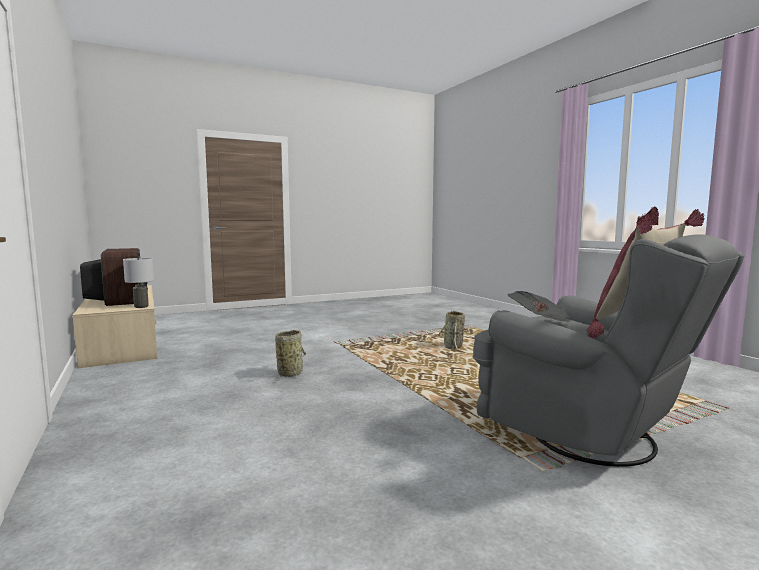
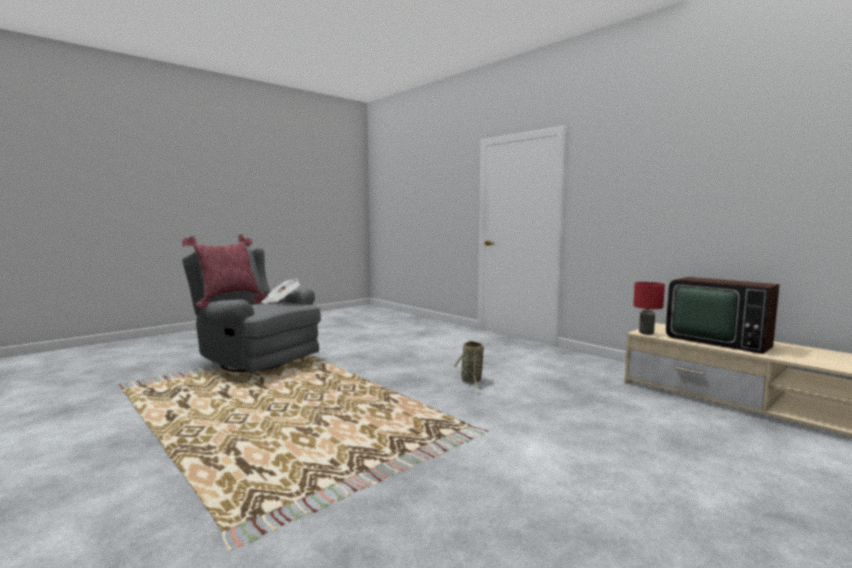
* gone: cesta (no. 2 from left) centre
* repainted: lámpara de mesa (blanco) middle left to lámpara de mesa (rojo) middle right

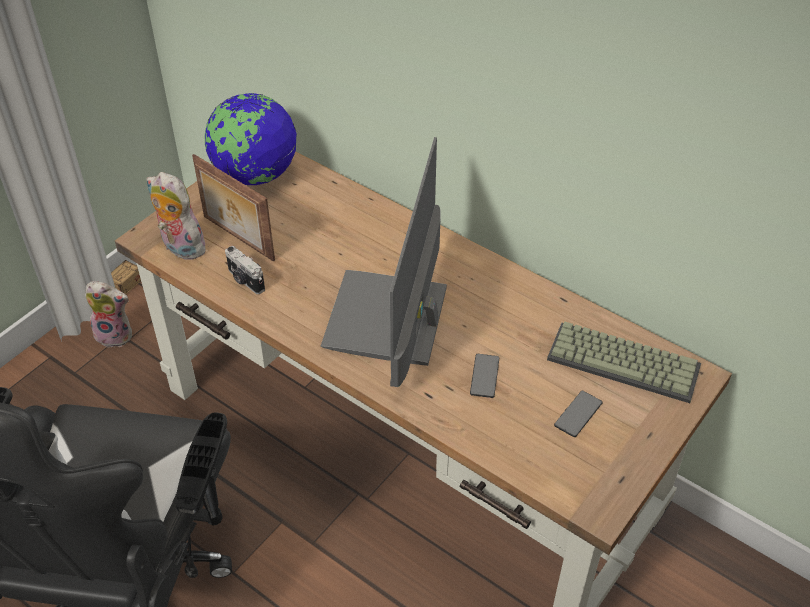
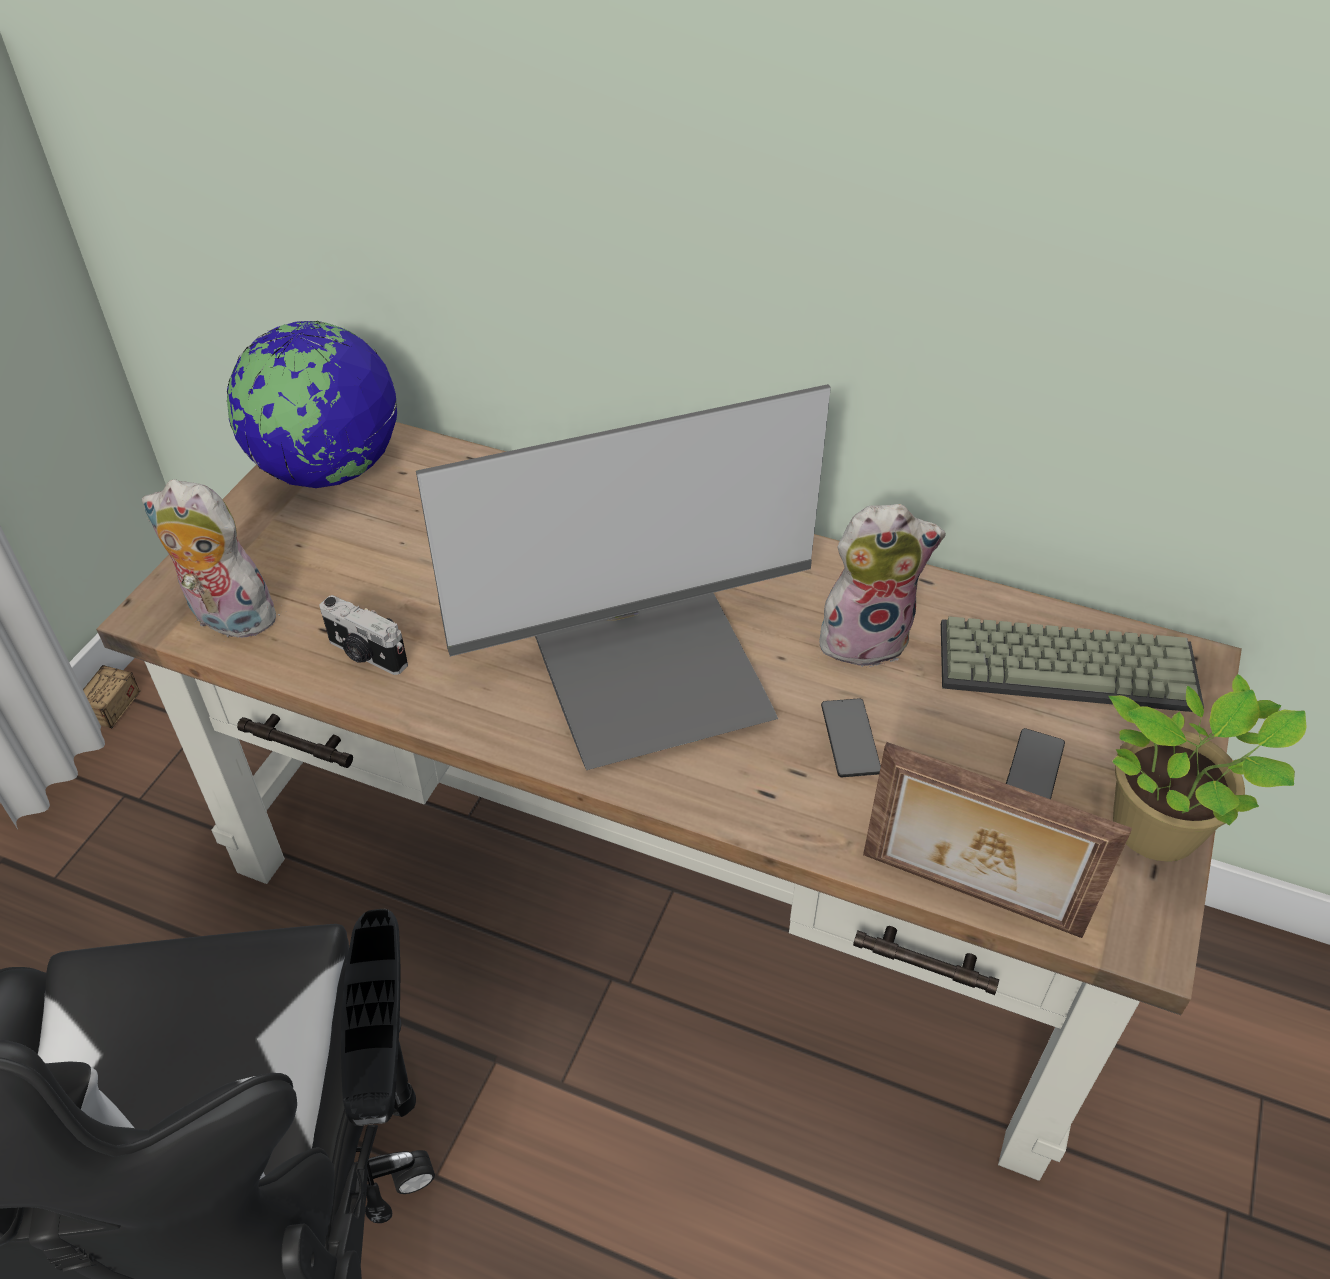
* new: planta en maceta middle right
* shifted: peluche (no. 1 from left in the first image) middle left to peluche (no. 2 from left) centre
* shifted: portarretratos middle left to middle right
* rotated: monitor centre = centre 105 degrees counterclockwise

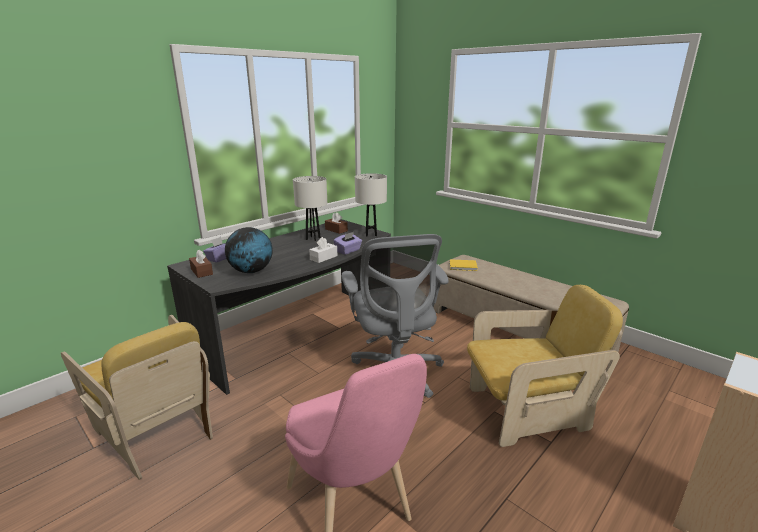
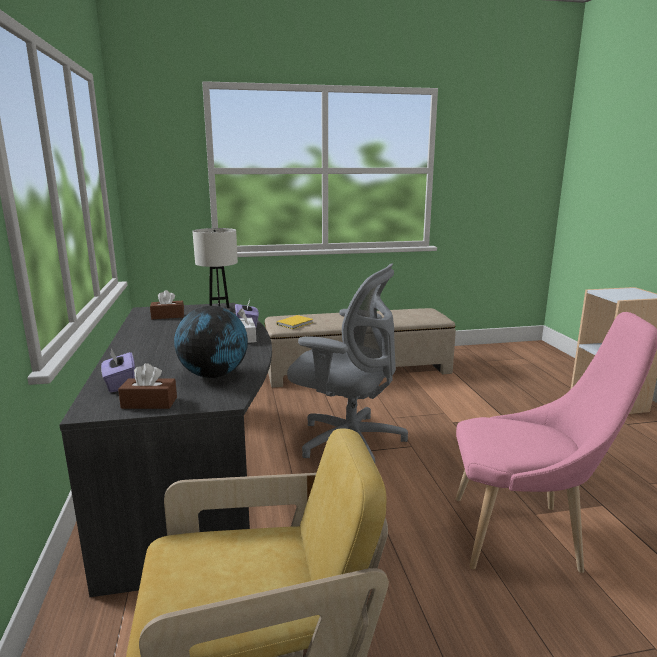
* gone: lámpara de mesa (blanco) (no. 1 from left) centre
* gone: sillón (amarillo) (no. 2 from left) bottom right

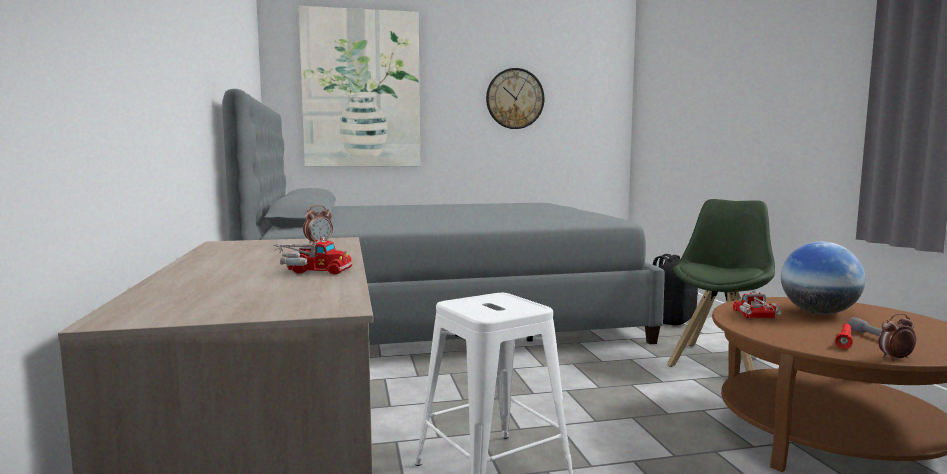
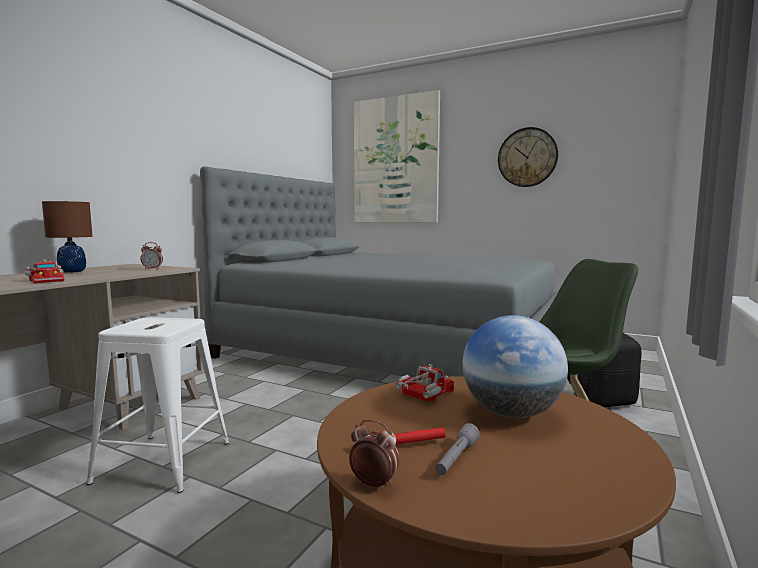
* new: lámpara de mesa (marrón) middle left

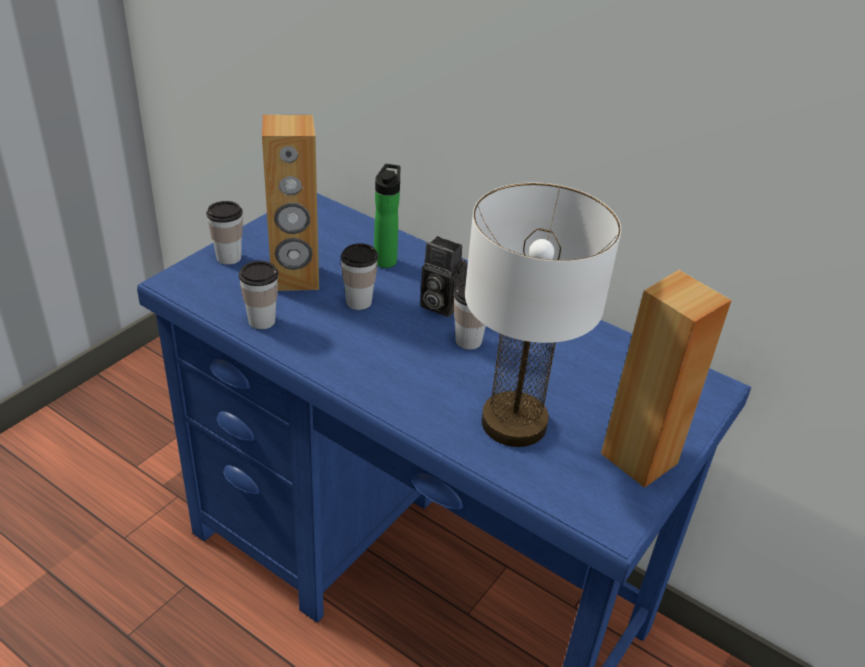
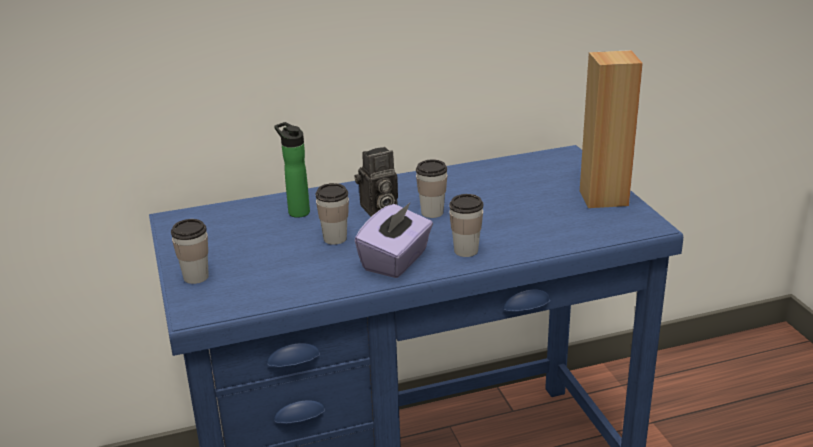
* gone: altavoz (marrón) (no. 1 from left) top centre
* gone: lámpara de mesa centre
* new: caja de pañuelos (morado) centre
* shifted: taza (no. 2 from left in the first image) middle left to taza (no. 4 from left) centre

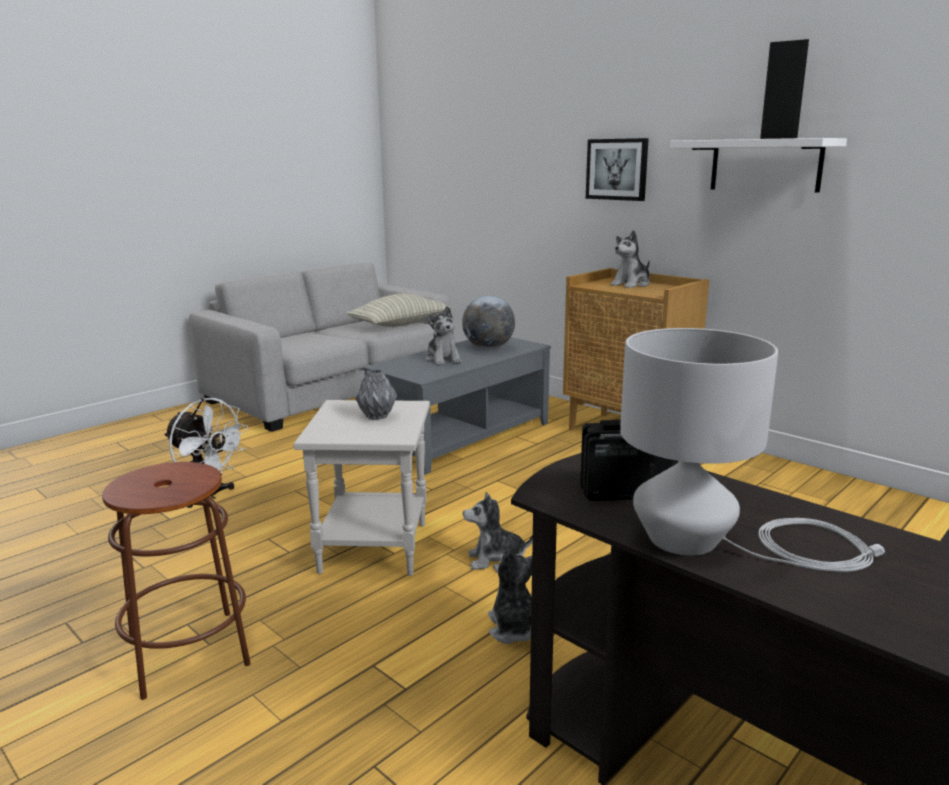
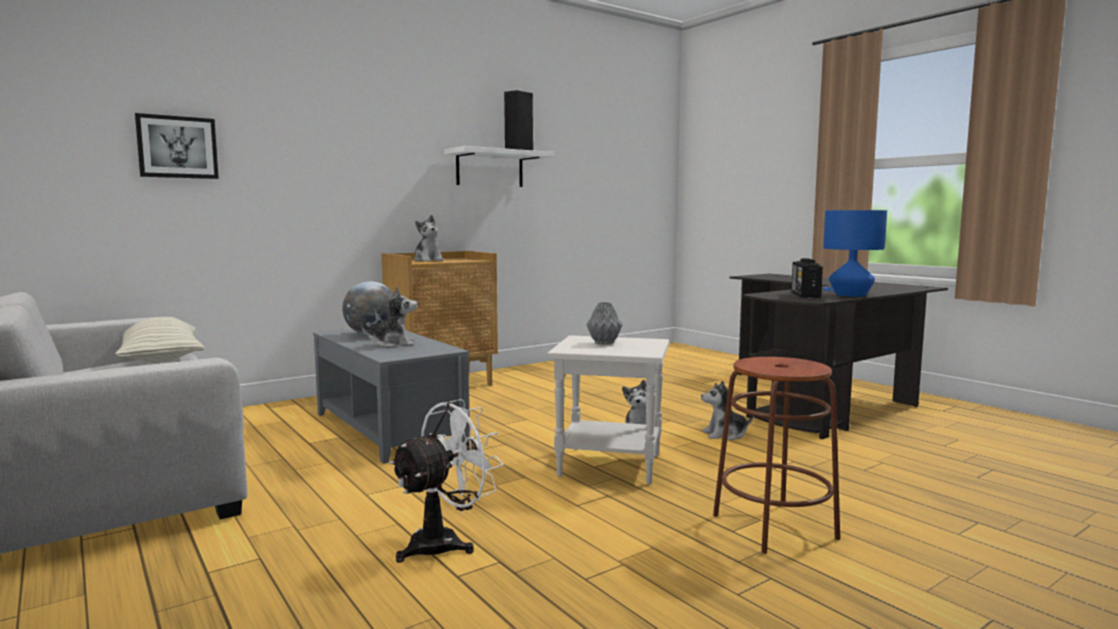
* shifted: cuadro top centre to top left
* repainted: lámpara de mesa (gris) middle right to lámpara de mesa (azul) middle right

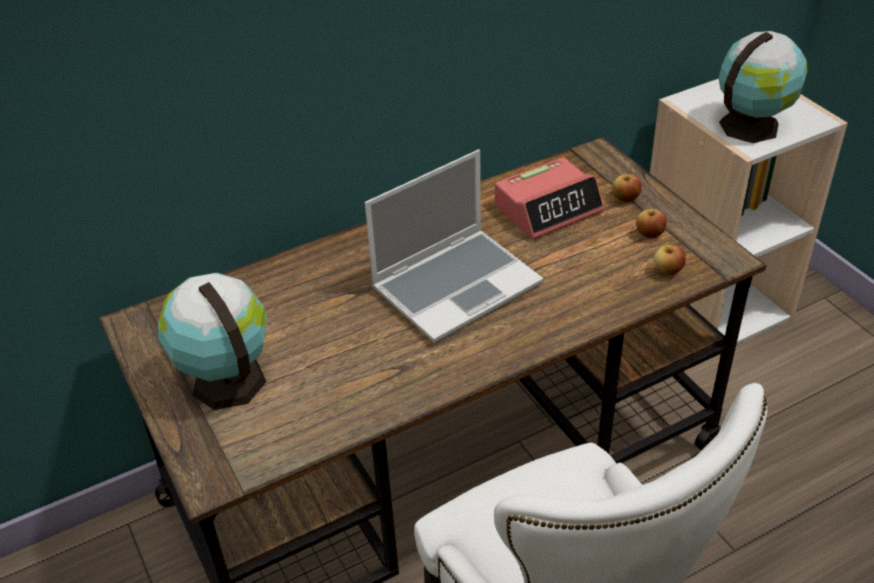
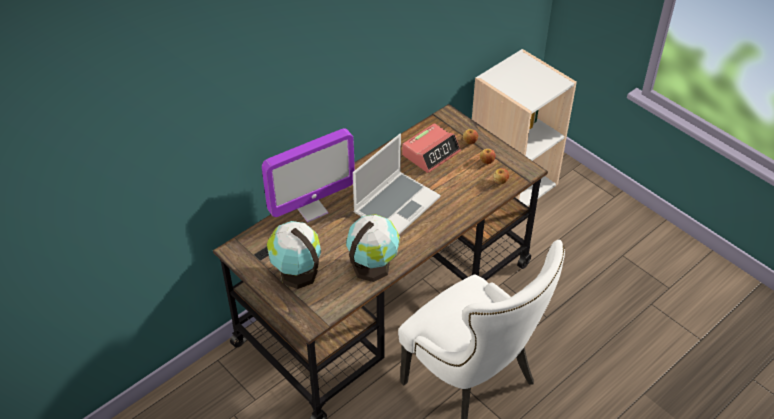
* new: monitor centre
* shifted: globo terráqueo (no. 2 from left) top right to centre

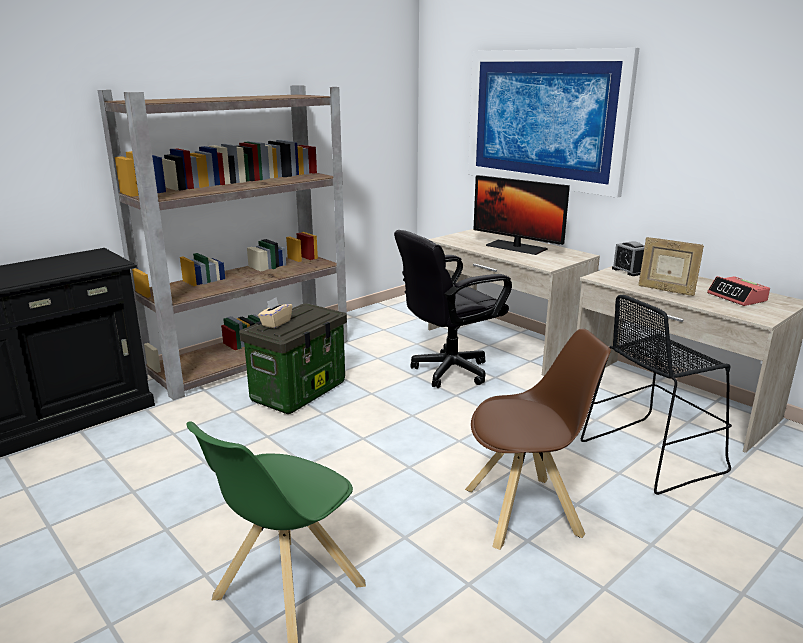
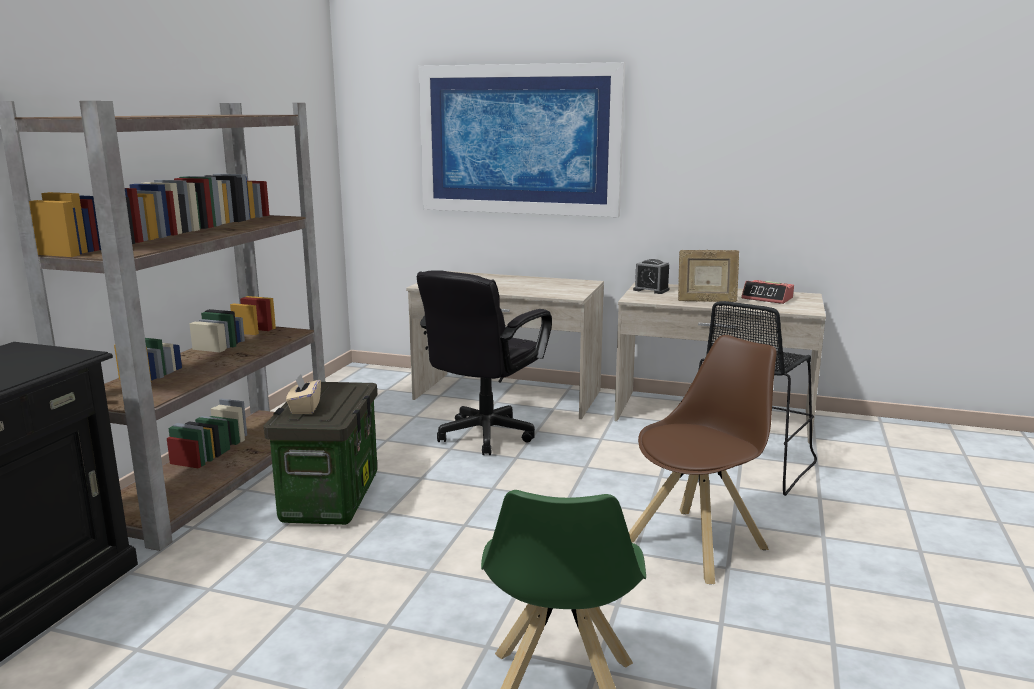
* gone: monitor centre

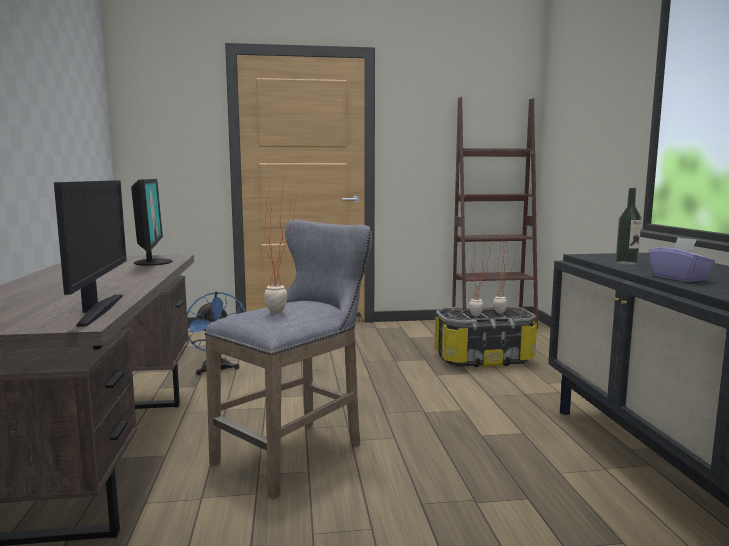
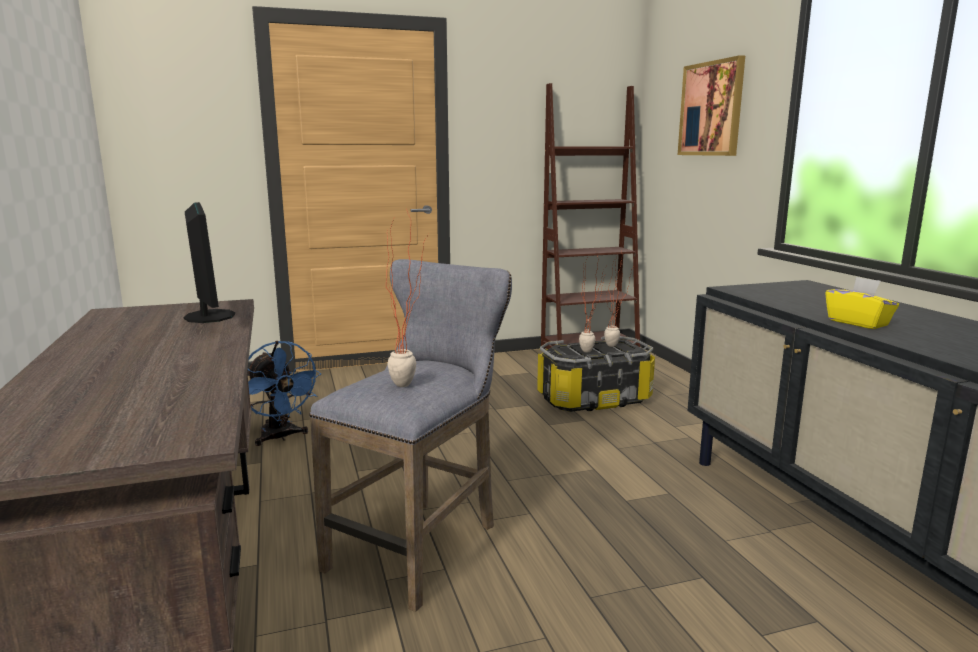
* gone: monitor (no. 1 from left) middle left
* gone: botella middle right
* new: cuadro top right
* repainted: caja de pañuelos (morado) middle right to caja de pañuelos (amarillo) middle right

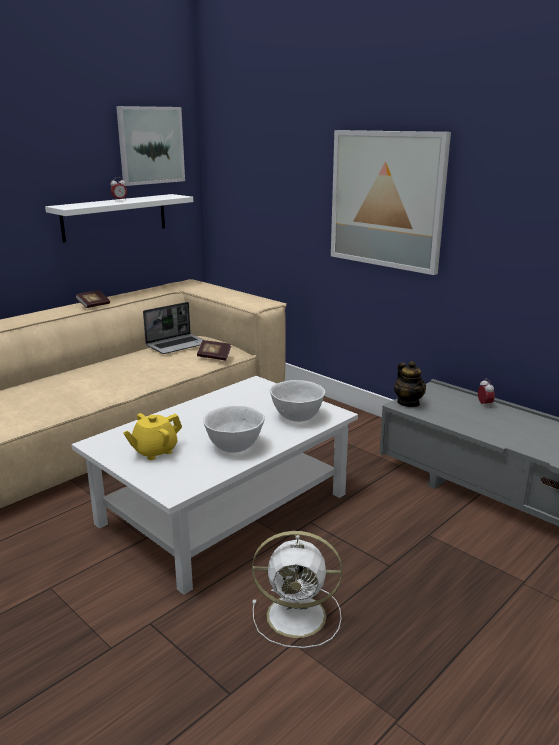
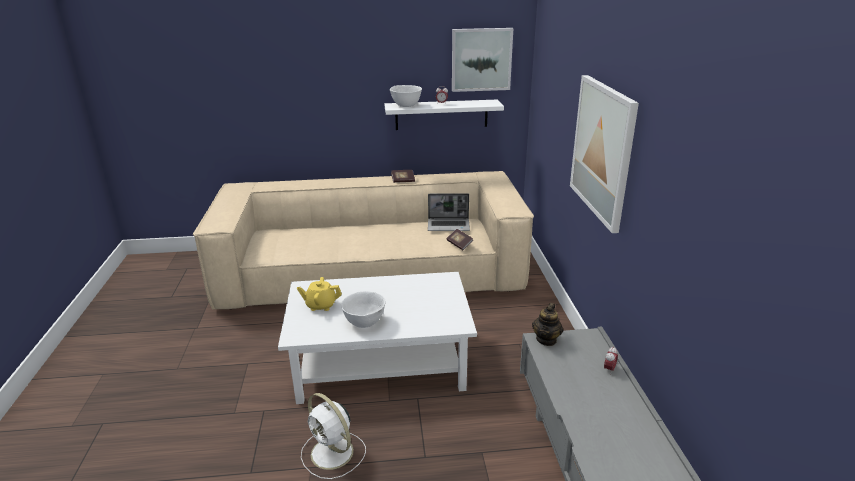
* shifted: cuenco (blanco) (no. 2 from left) centre to top centre

